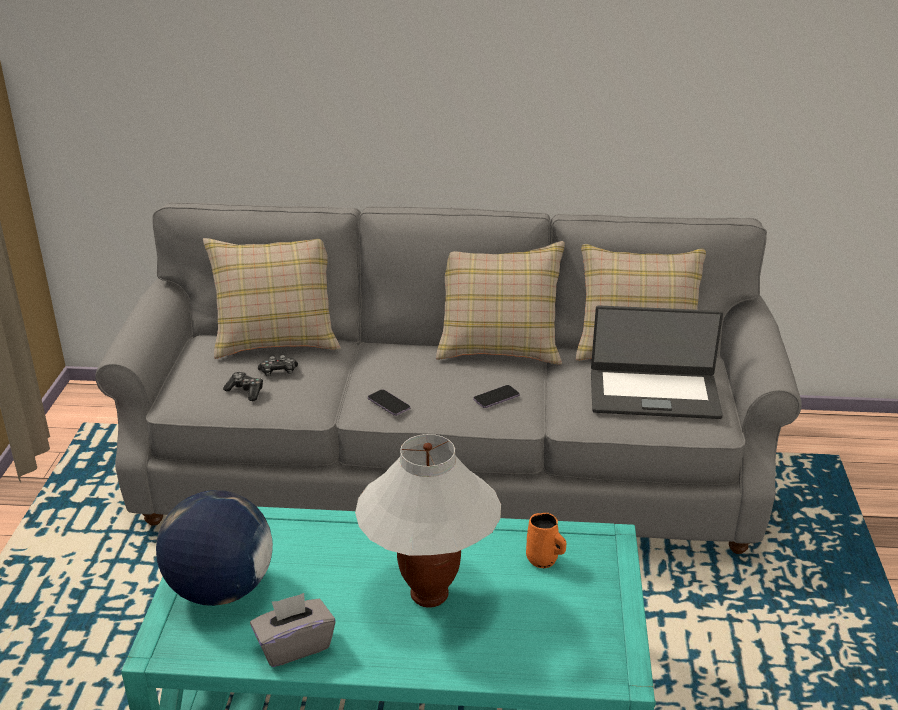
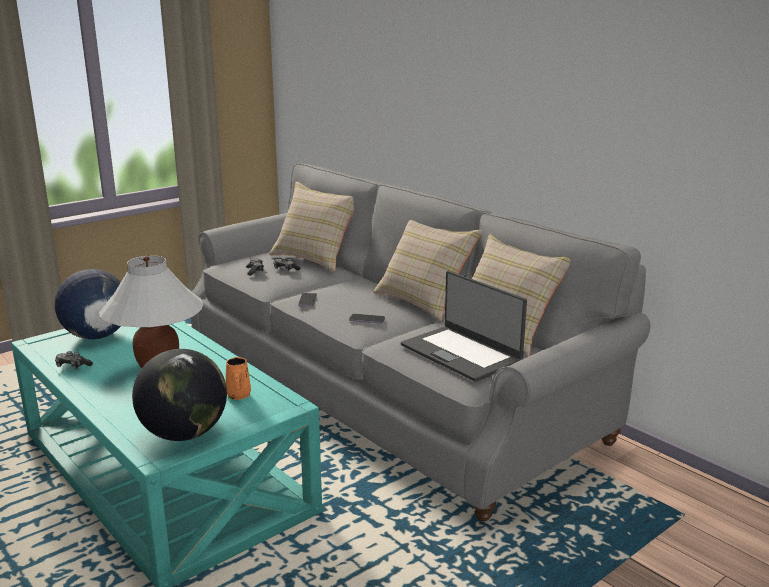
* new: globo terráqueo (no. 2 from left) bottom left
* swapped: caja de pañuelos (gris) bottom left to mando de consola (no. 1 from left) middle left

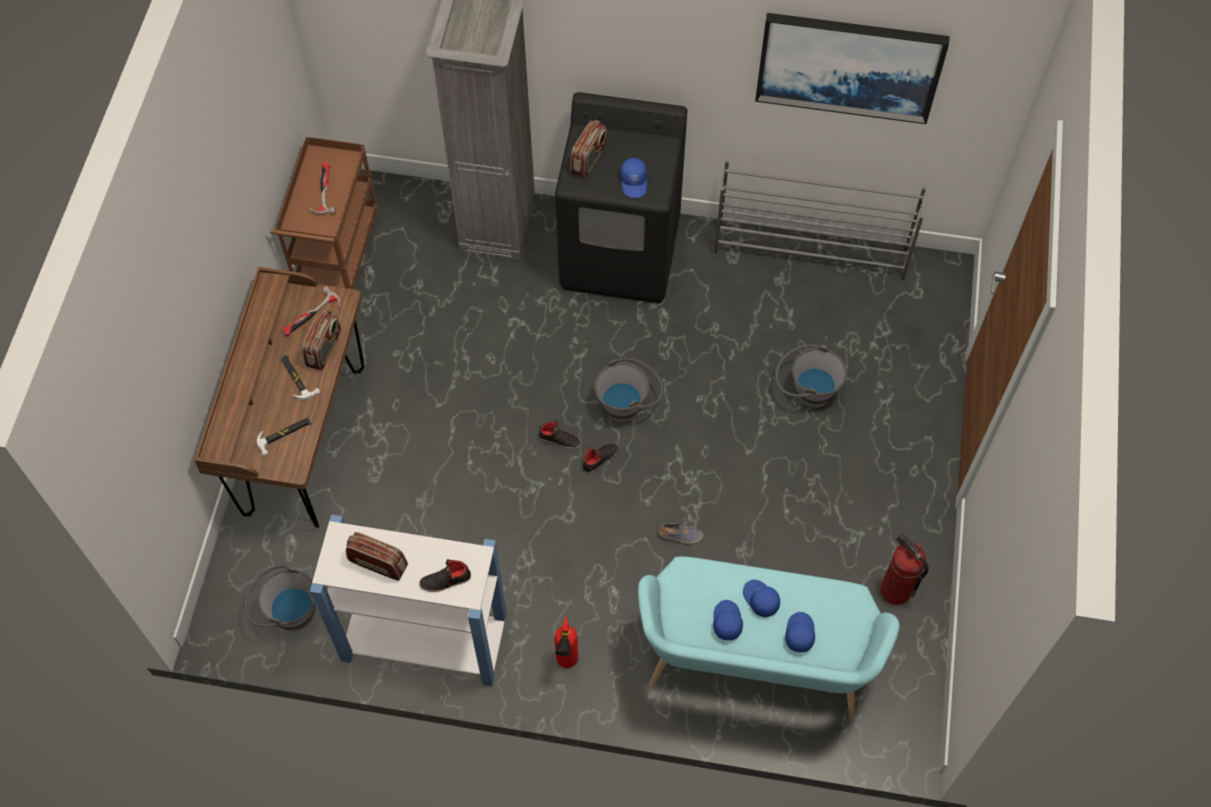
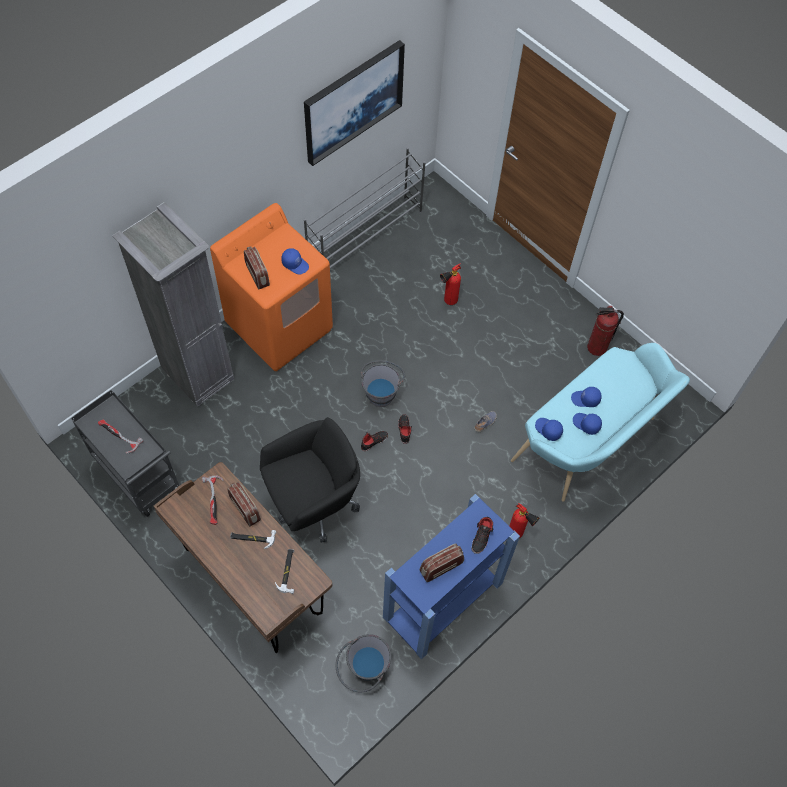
* new: silla de oficina (negro) centre
* shifted: gorra (azul) (no. 4 from left in the first image) bottom centre to gorra (azul) (no. 2 from left) middle right
* swapped: cubo (gris) (no. 3 from left) middle right to extintor (no. 1 from left) centre
* repainted: carrito (marrón) top left to carrito (gris) middle left
* repainted: estantería (blanco) bottom centre to estantería (azul) bottom centre
* repainted: lavadora (negro) top centre to lavadora (naranja) centre

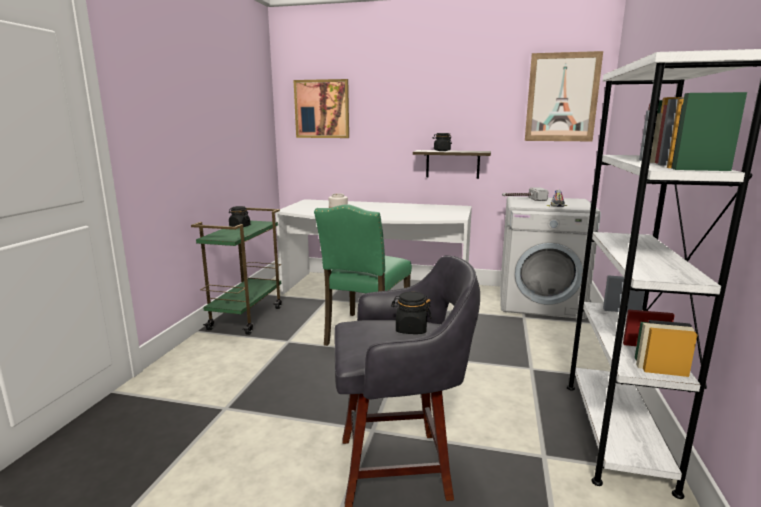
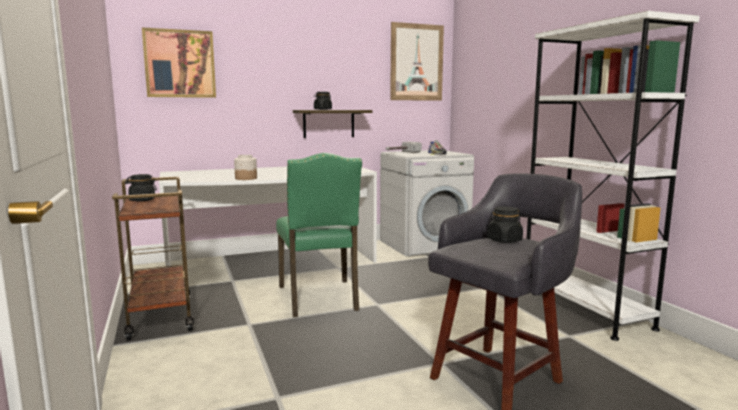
* repainted: carrito (verde) middle left to carrito (marrón) middle left

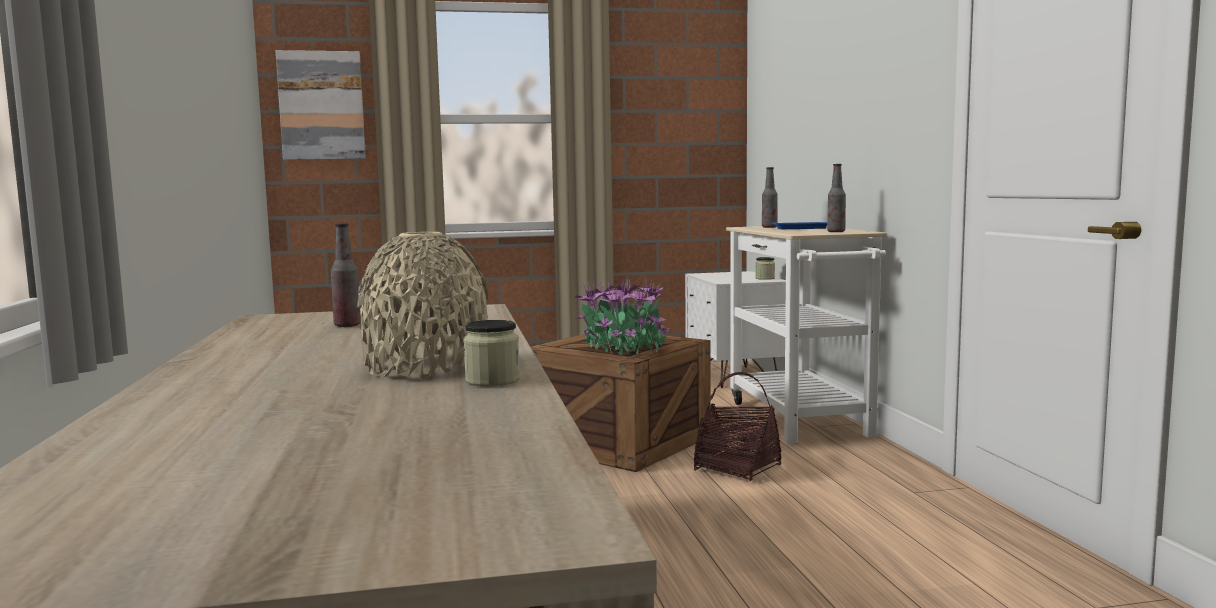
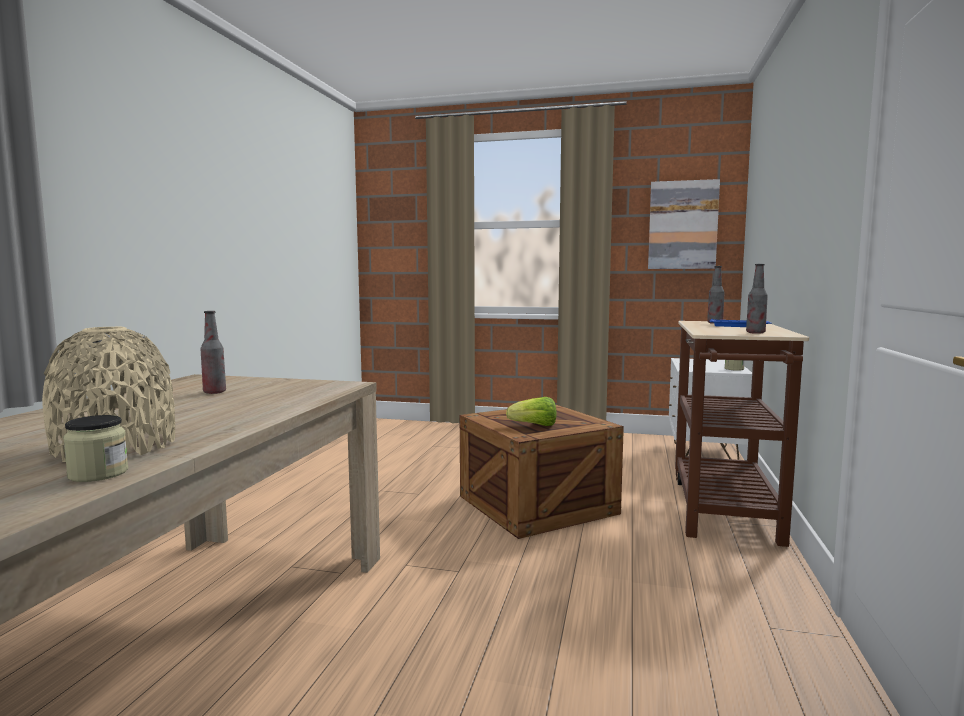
* gone: cesta bottom centre
* shifted: cuadro top left to top right
* swapped: planta en maceta centre to lechuga centre
* repainted: carrito (blanco) centre to carrito (marrón) middle right

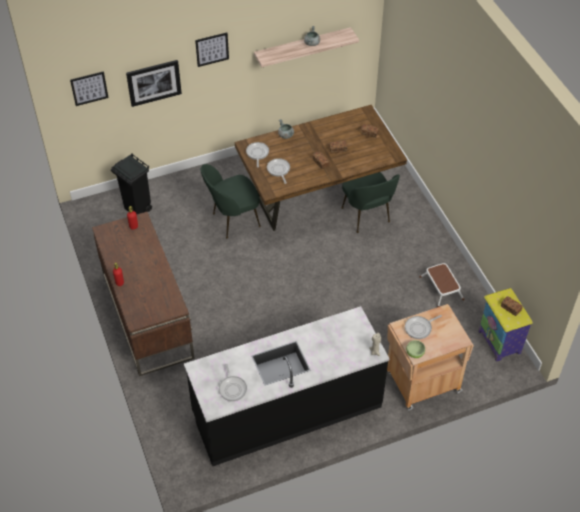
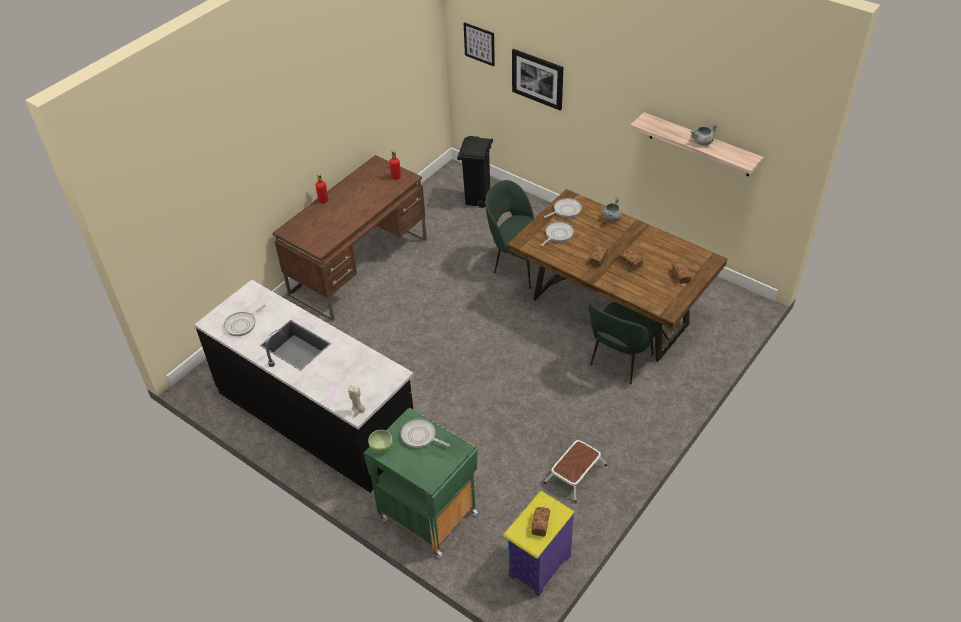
* gone: cuadro (no. 3 from left) top centre
* repainted: carrito (marrón) bottom right to carrito (verde) bottom centre

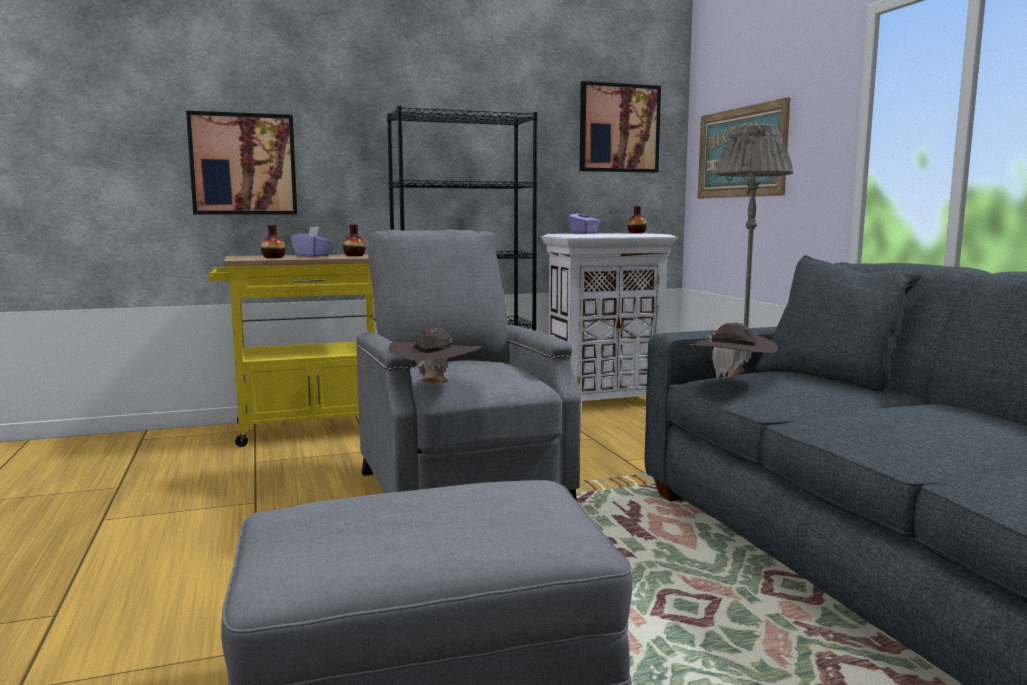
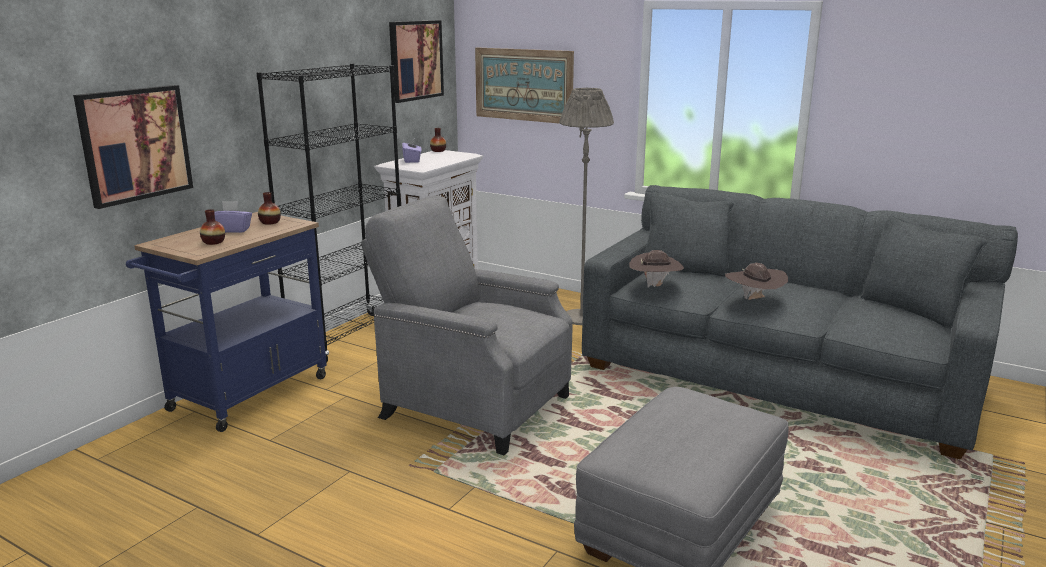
* shifted: sombrero (marrón) (no. 1 from left in the first image) centre to sombrero (marrón) (no. 2 from left) middle right
* repainted: carrito (amarillo) middle left to carrito (azul) middle left

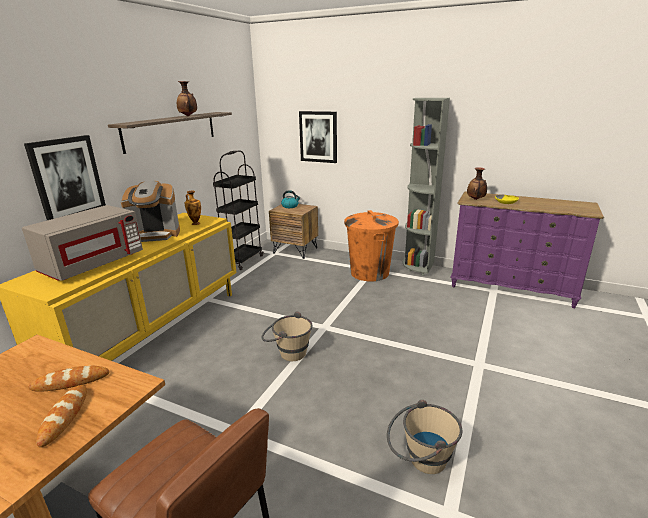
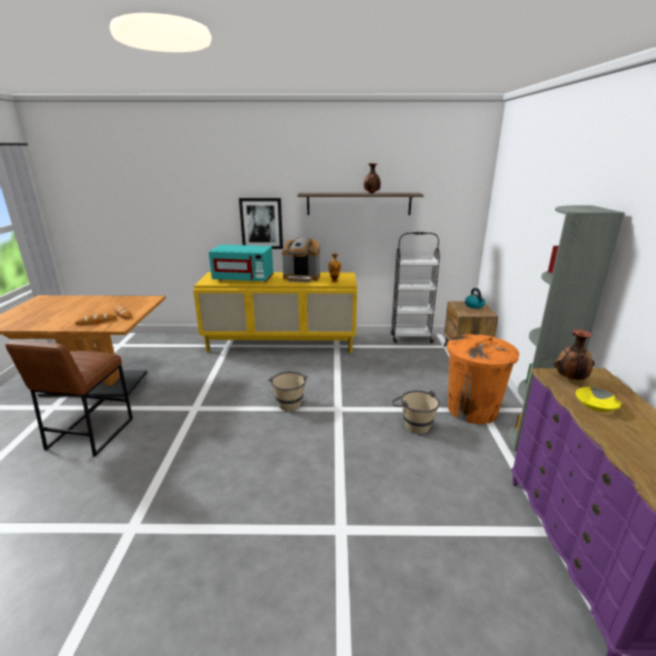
* gone: cuadro (no. 2 from left) top centre
* shifted: cubo (beis) (no. 2 from left) bottom centre to centre
* repainted: microondas (gris) middle left to microondas (turquesa) centre
* repainted: carrito (negro) centre to carrito (blanco) centre
* rotated: cafetera middle left = centre 45 degrees counterclockwise

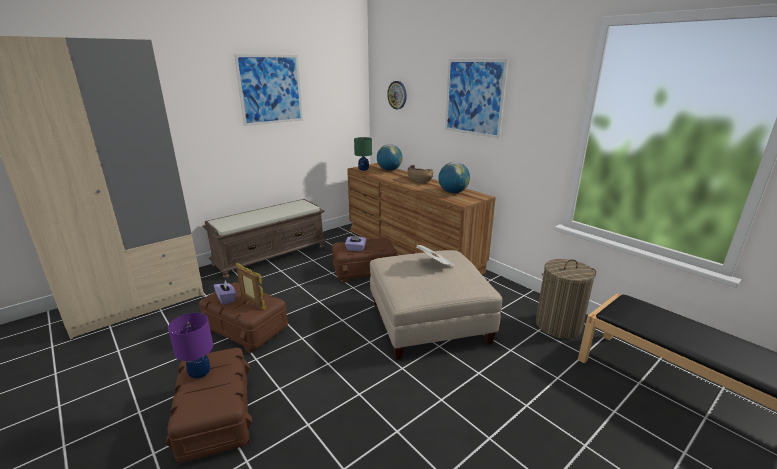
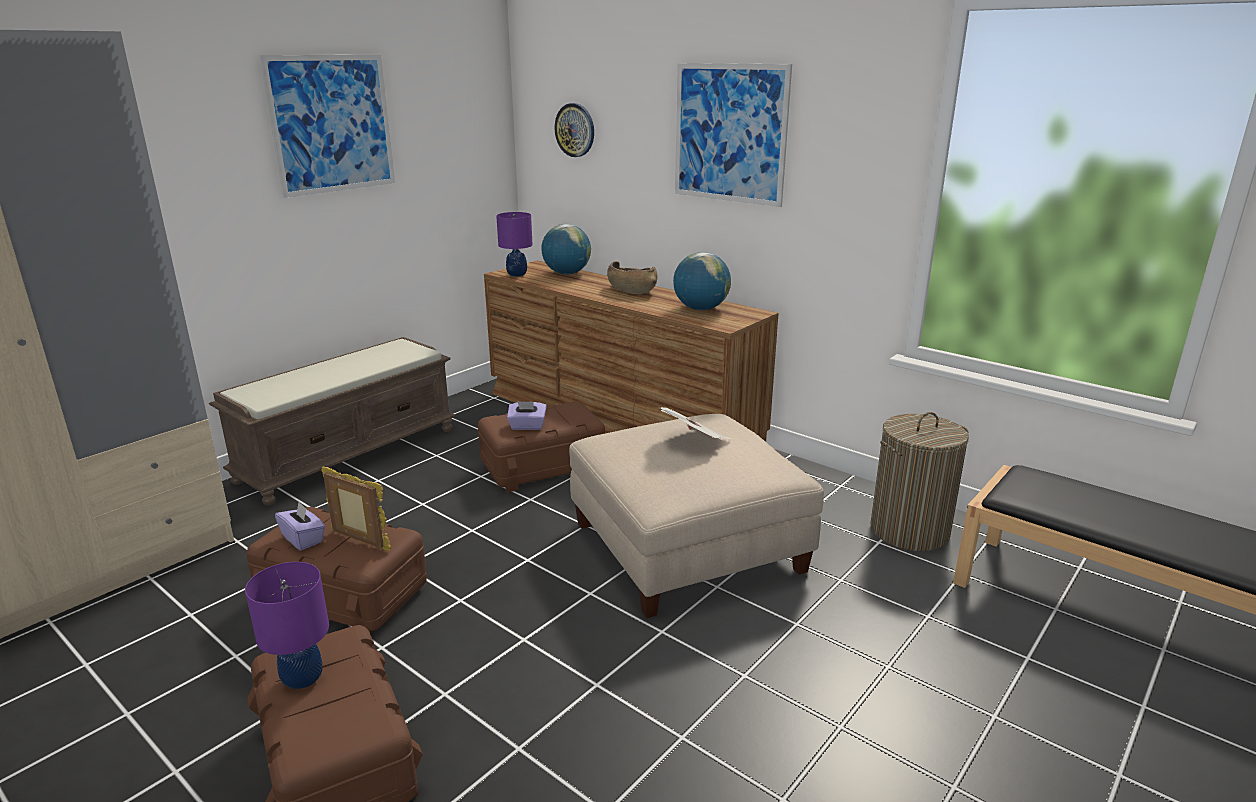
* repainted: lámpara de mesa (verde) top centre to lámpara de mesa (morado) (no. 2 from left) top centre

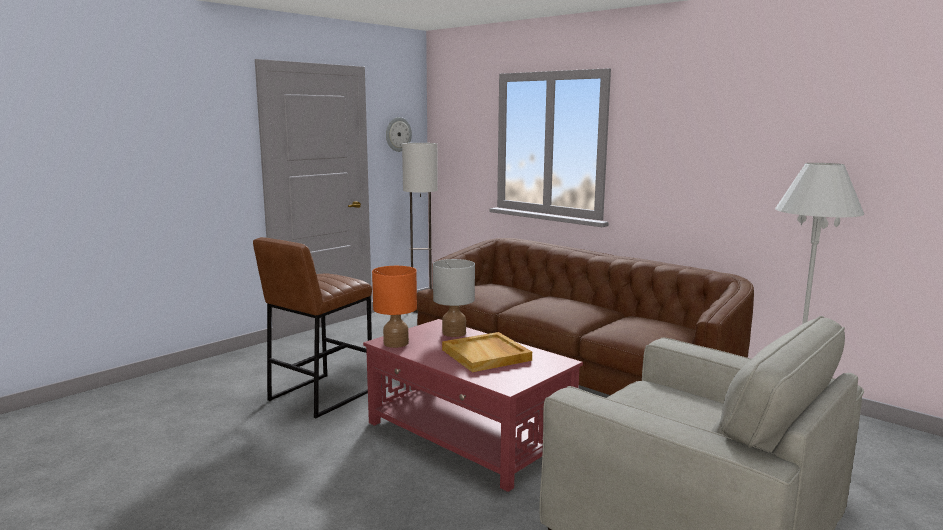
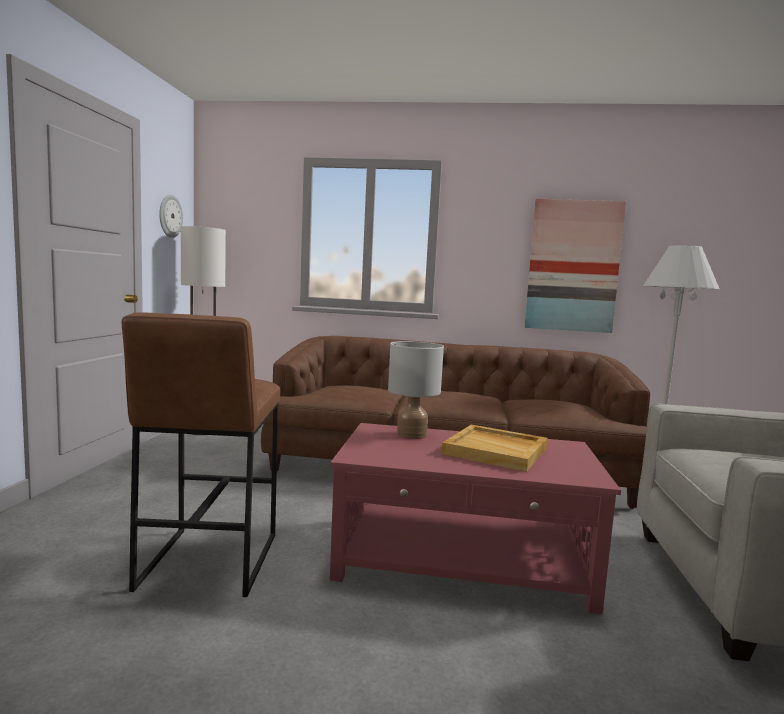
* gone: lámpara de mesa (naranja) centre
* new: cuadro middle right

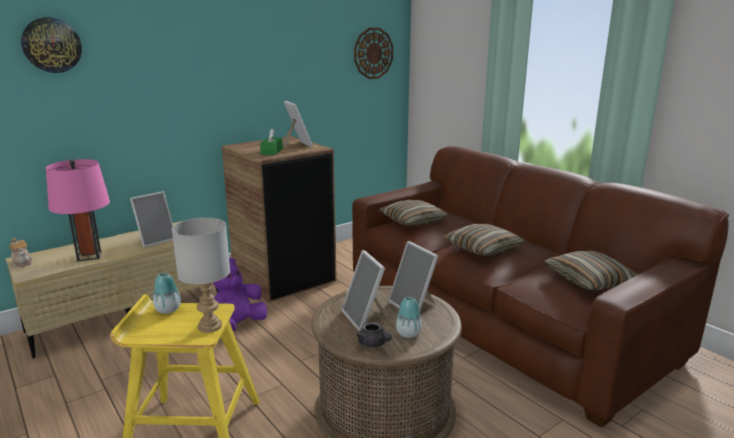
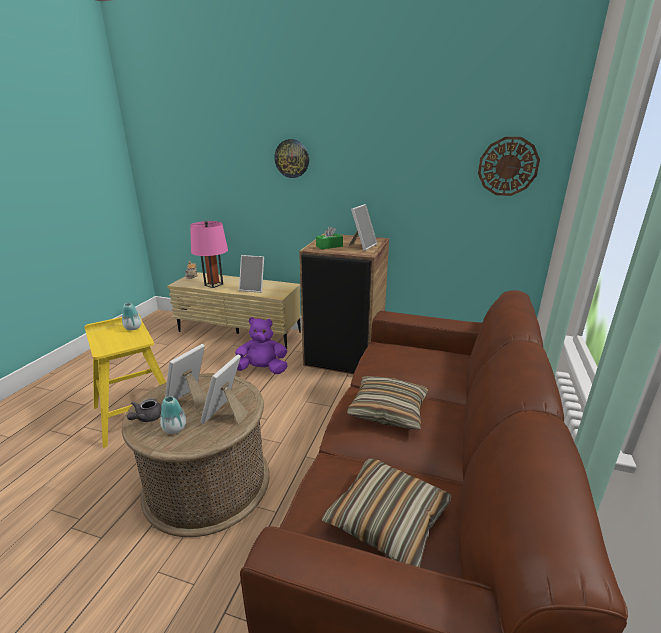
* gone: lámpara de mesa (gris) middle left
* gone: cojín (no. 1 from left) centre
* shifted: reloj de pared (no. 1 from left) top left to top centre

